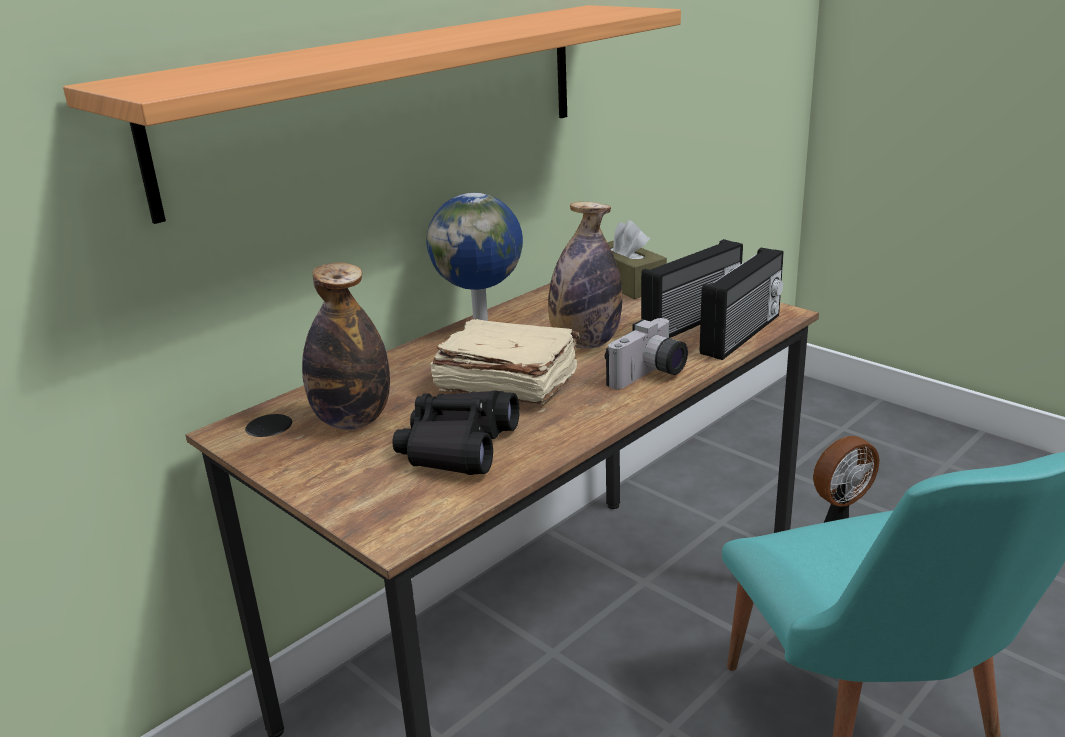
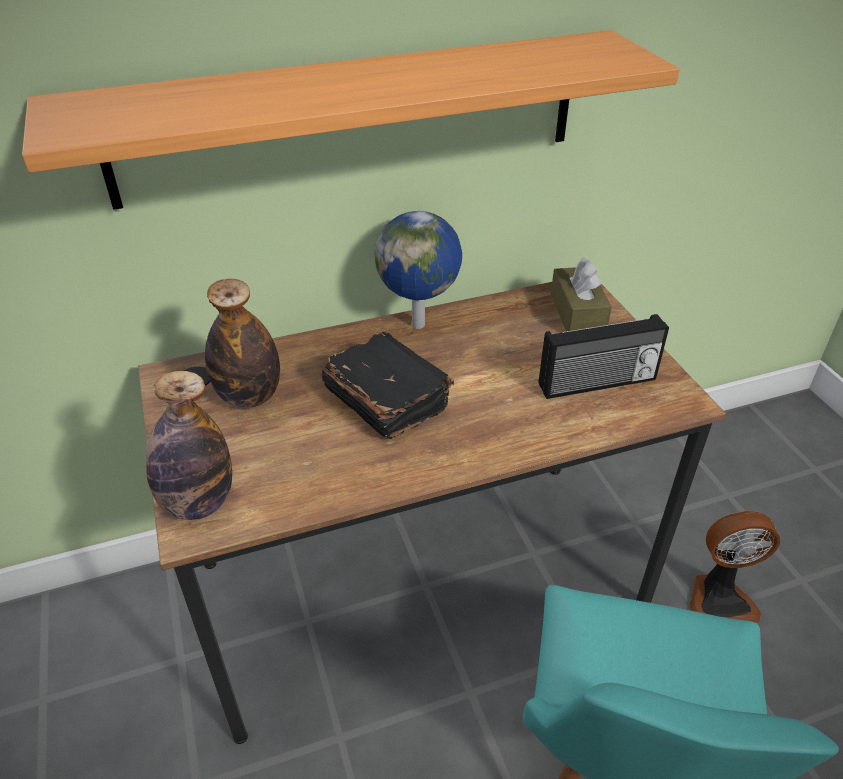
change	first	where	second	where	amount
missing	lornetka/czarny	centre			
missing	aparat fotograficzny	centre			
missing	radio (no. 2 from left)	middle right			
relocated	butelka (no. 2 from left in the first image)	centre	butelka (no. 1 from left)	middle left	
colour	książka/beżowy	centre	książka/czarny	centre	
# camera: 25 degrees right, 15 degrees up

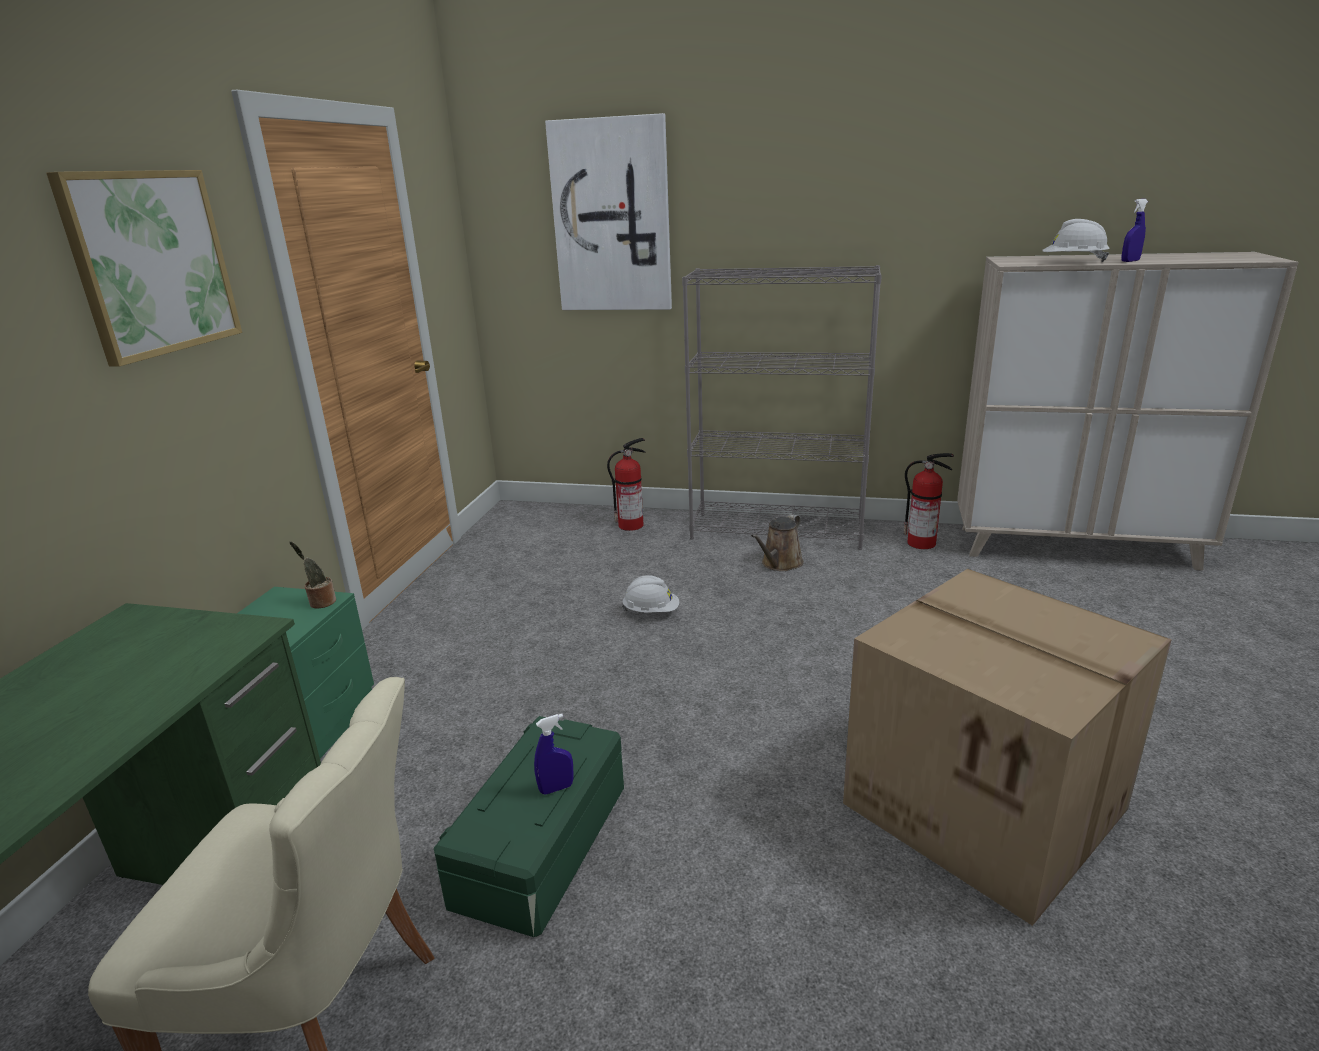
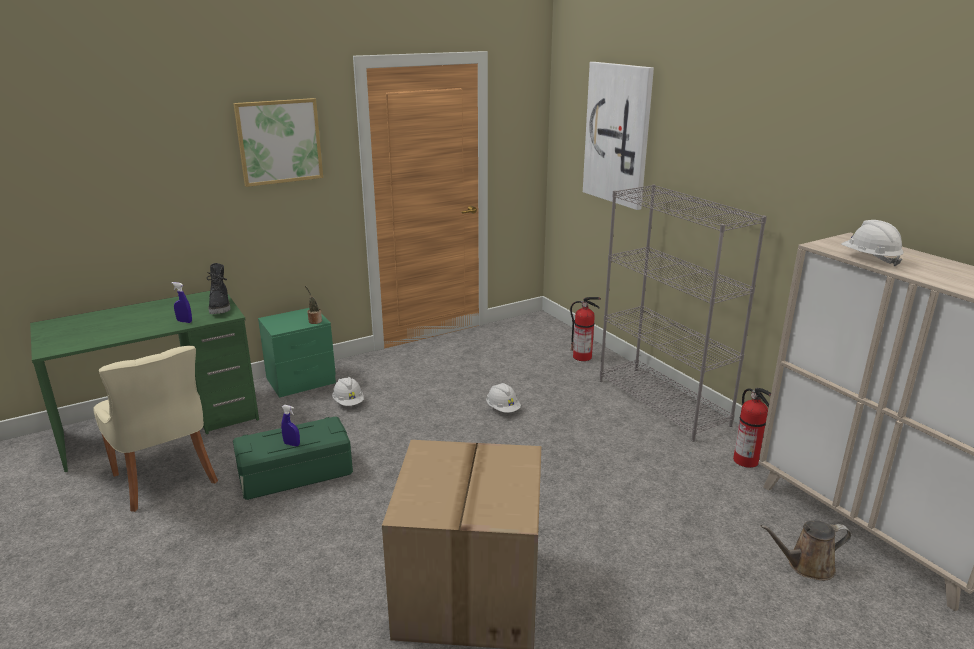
change	first	where	second	where	amount
appeared			but z cholewką/czarny	middle left	
appeared			kask/biały (no. 1 from left)	centre	
relocated	konewka/brązowy	centre		bottom right	
relocated	spryskiwacz/niebieski (no. 2 from left in the first image)	top right	spryskiwacz/niebieski (no. 1 from left)	middle left	
# camera: 45 degrees right, 0 degrees up

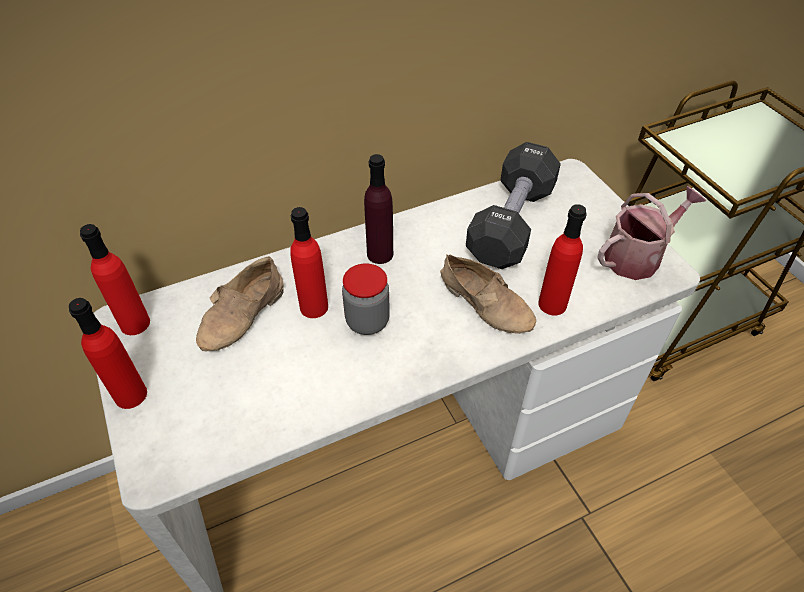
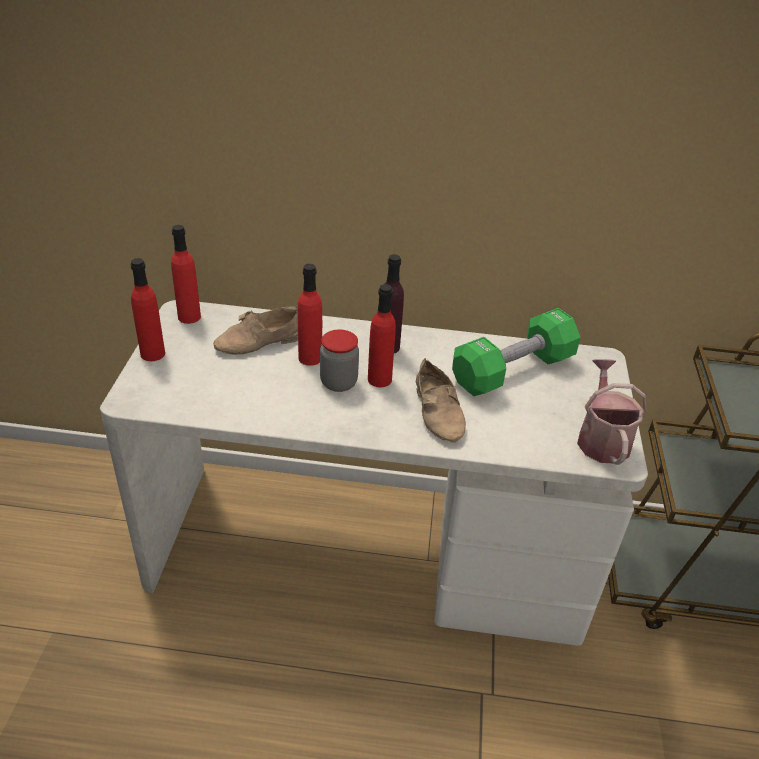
change	first	where	second	where	amount
relocated	butelka/czerwony (no. 4 from left)	middle right		centre	
colour	hantel/czarny	centre	hantel/zielony	middle right	
spun	konewka	middle right		middle right	90 degrees counterclockwise
# camera: 30 degrees right, 10 degrees down

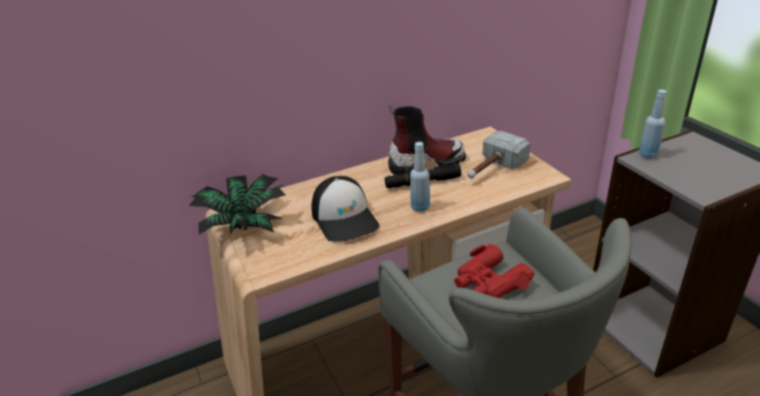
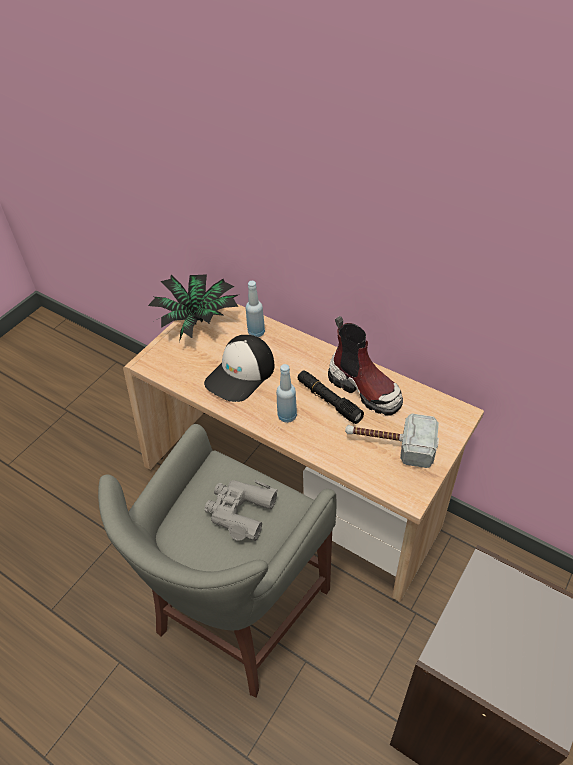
change	first	where	second	where	amount
relocated	butelka/niebieski (no. 2 from left in the first image)	top right	butelka/niebieski (no. 1 from left)	centre	
colour	lornetka/czerwony	bottom centre	lornetka/szary	bottom centre	
# camera: 60 degrees right, 15 degrees up

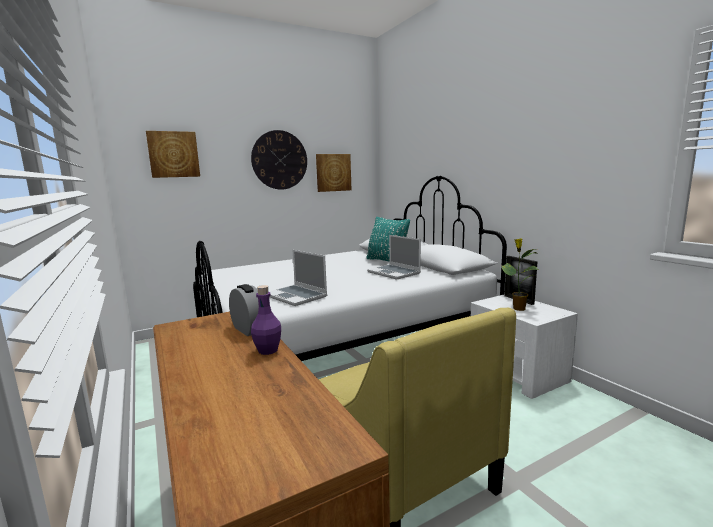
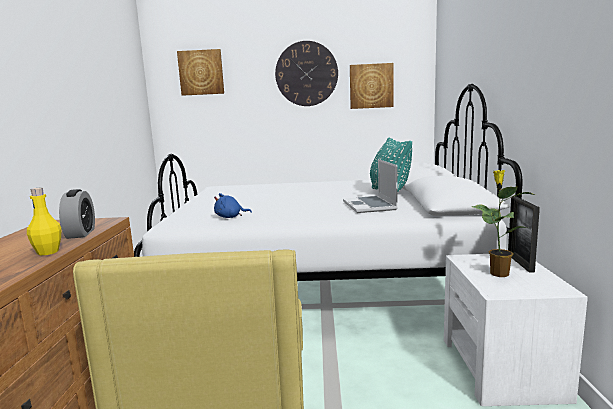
change	first	where	second	where	amount
exchanged	laptop (no. 1 from left)	centre	pluszak/niebieski	centre	
colour	butelka/fioletowy	centre	butelka/żółty	middle left	
# camera: 30 degrees right, 0 degrees up

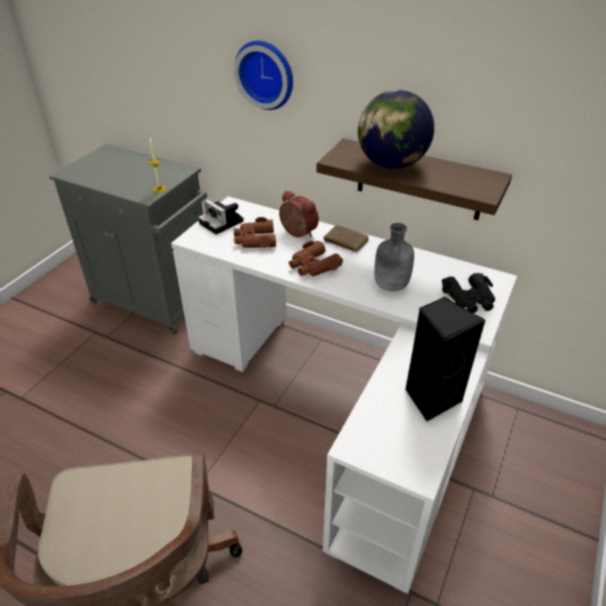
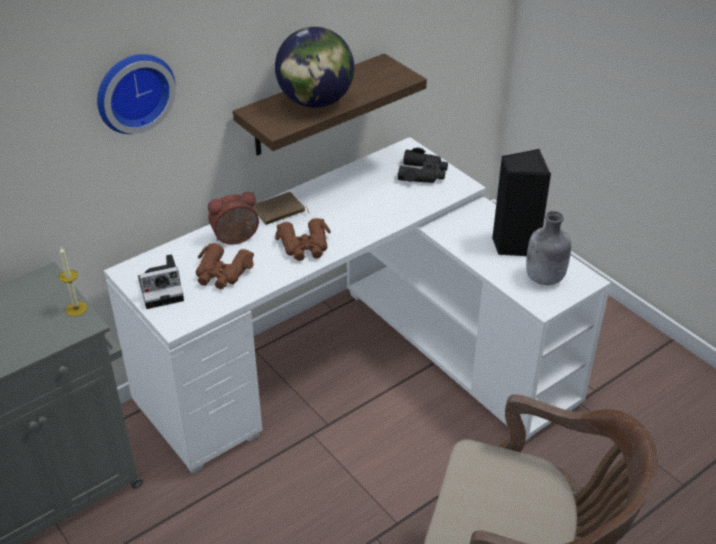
change	first	where	second	where	amount
relocated	butelka/szary	centre		middle right	
# camera: 65 degrees left, 0 degrees up

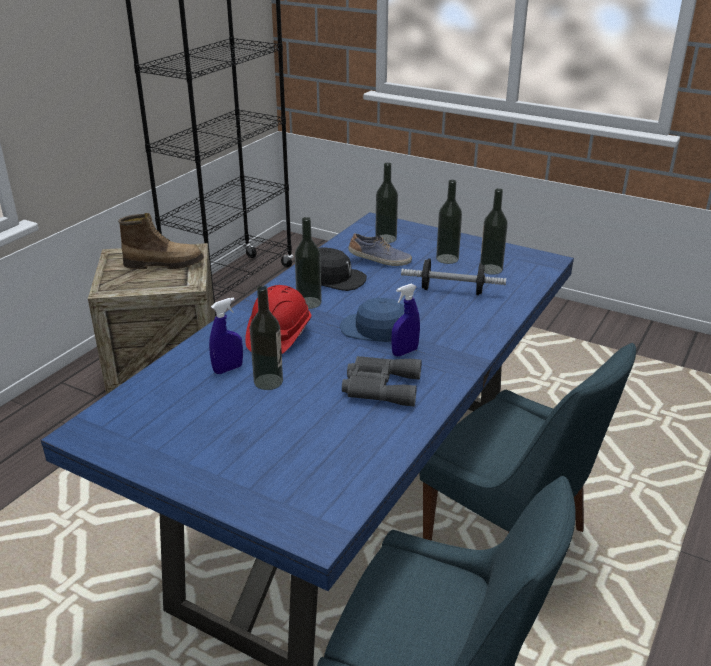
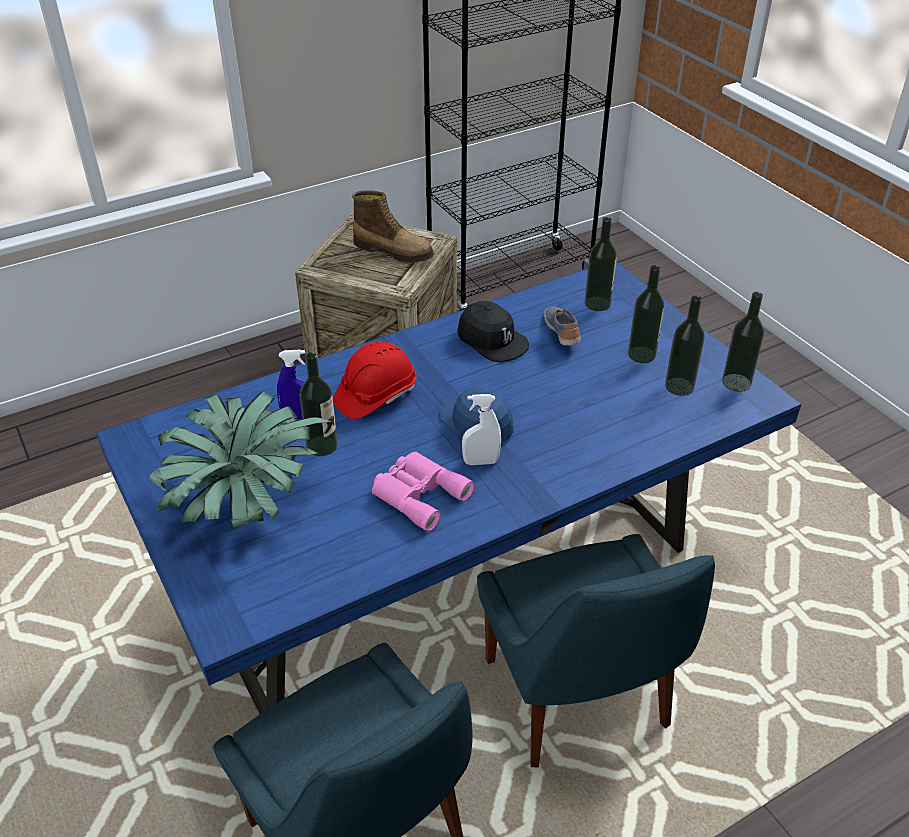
change	first	where	second	where	amount
missing	hantel	centre			
appeared			roślina doniczkowa	middle left	
relocated	butelka (no. 2 from left in the first image)	centre	butelka (no. 5 from left)	middle right	
colour	lornetka/szary	centre	lornetka/różowy	centre	
colour	spryskiwacz/niebieski (no. 2 from left)	centre	spryskiwacz/biały	centre	
spun	but	centre		centre	135 degrees counterclockwise
# camera: 30 degrees right, 10 degrees up

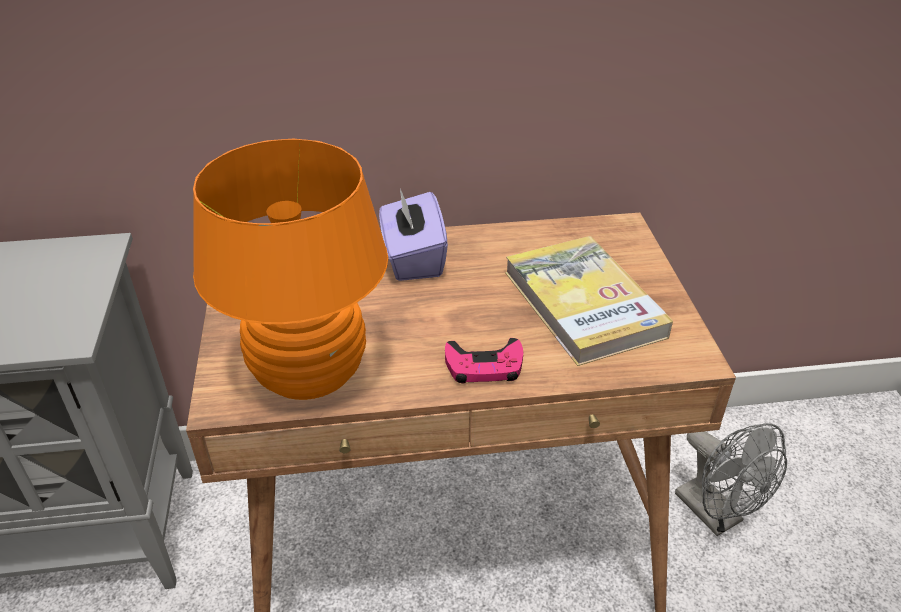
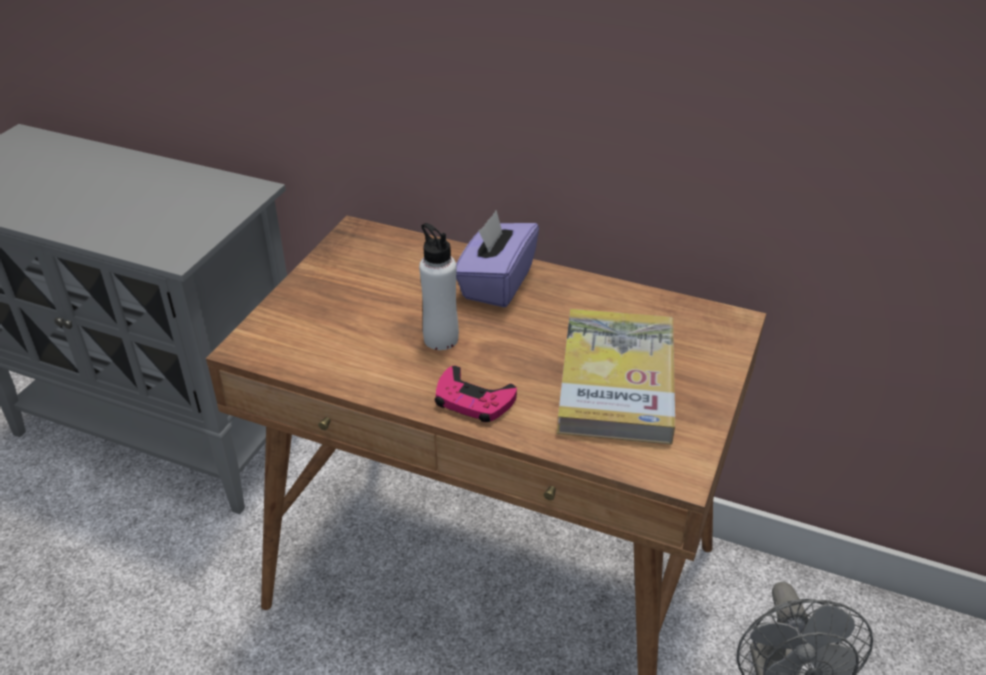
change	first	where	second	where	amount
missing	lampa stołowa/pomarańczowy	middle left			
appeared			butelka/biały	centre	
# camera: 30 degrees right, 0 degrees up

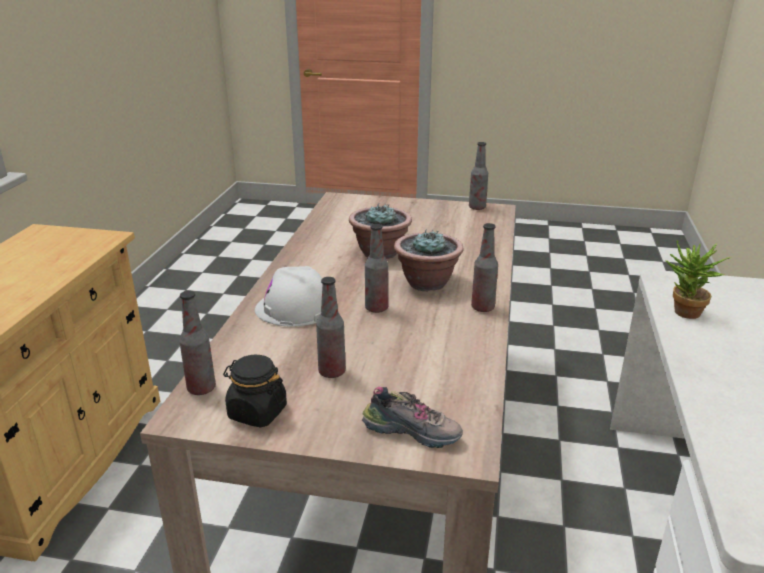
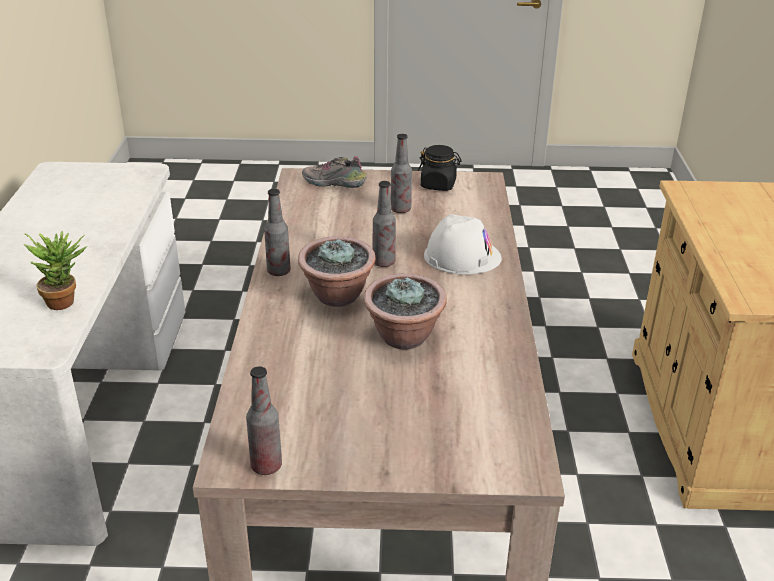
change	first	where	second	where	amount
missing	butelka (no. 1 from left)	middle left			
# camera: 170 degrees right, 5 degrees up

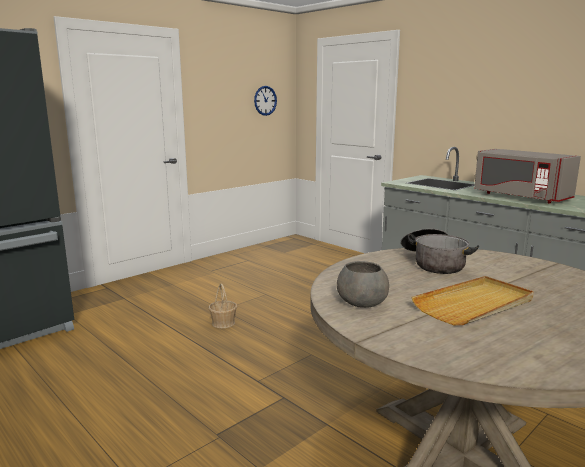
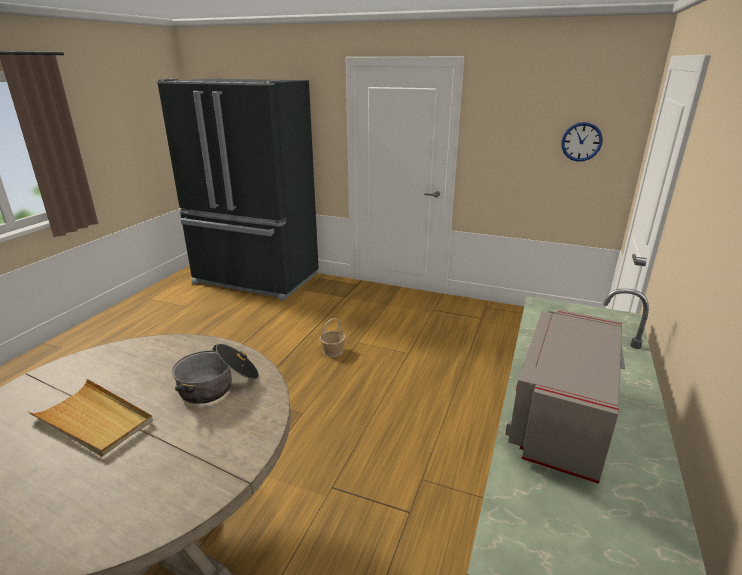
change	first	where	second	where	amount
missing	miska/szary	centre			
# camera: 65 degrees right, 10 degrees up

